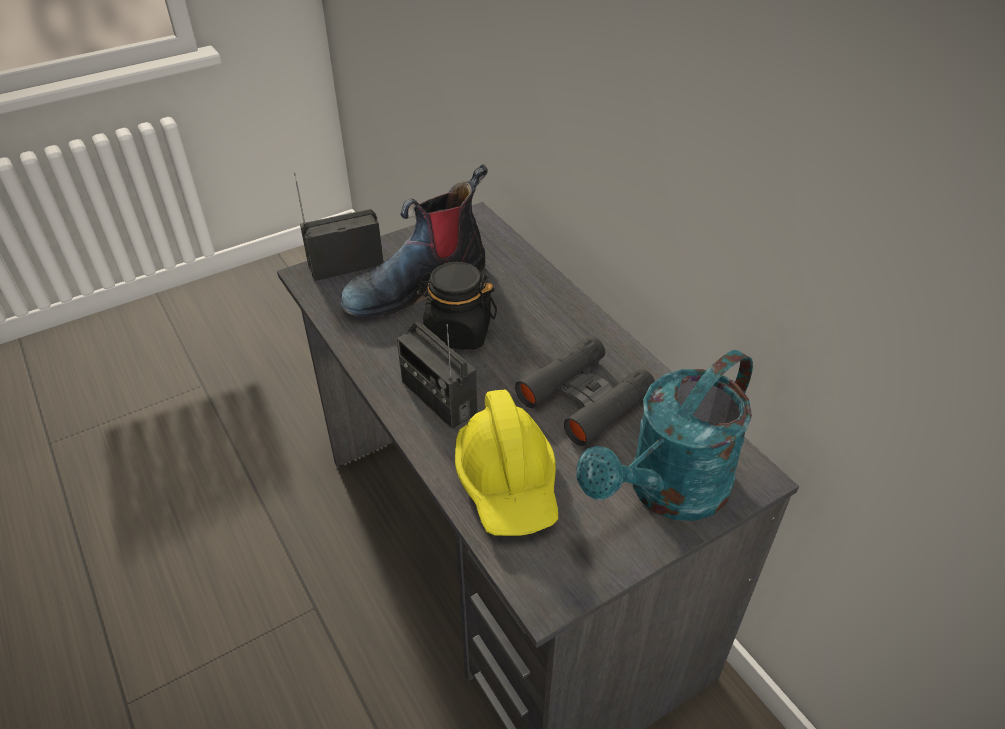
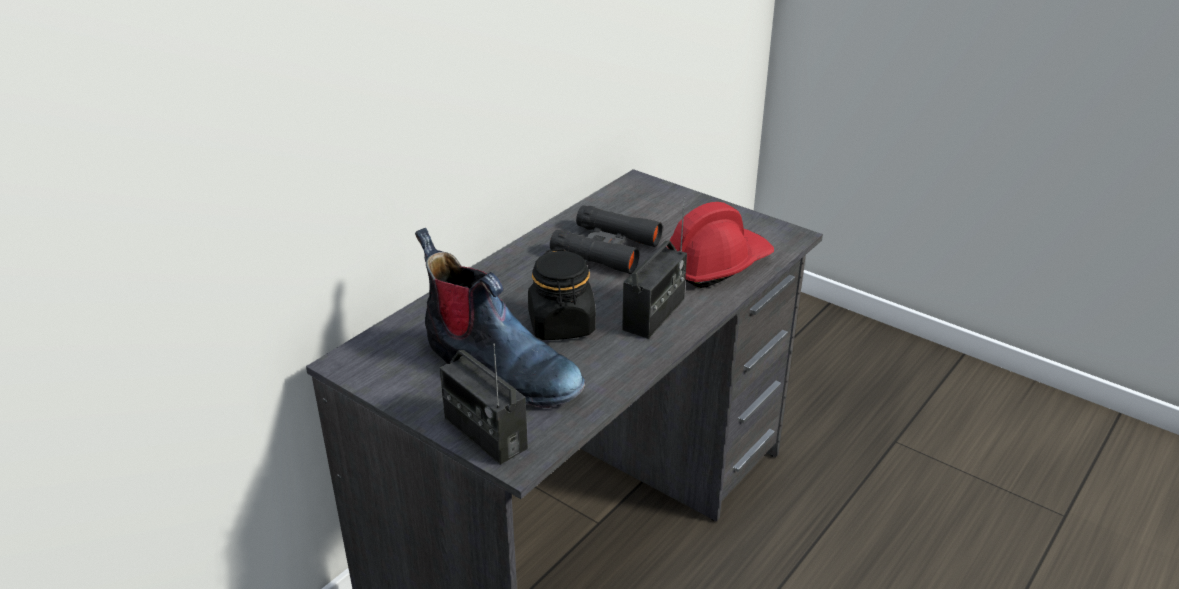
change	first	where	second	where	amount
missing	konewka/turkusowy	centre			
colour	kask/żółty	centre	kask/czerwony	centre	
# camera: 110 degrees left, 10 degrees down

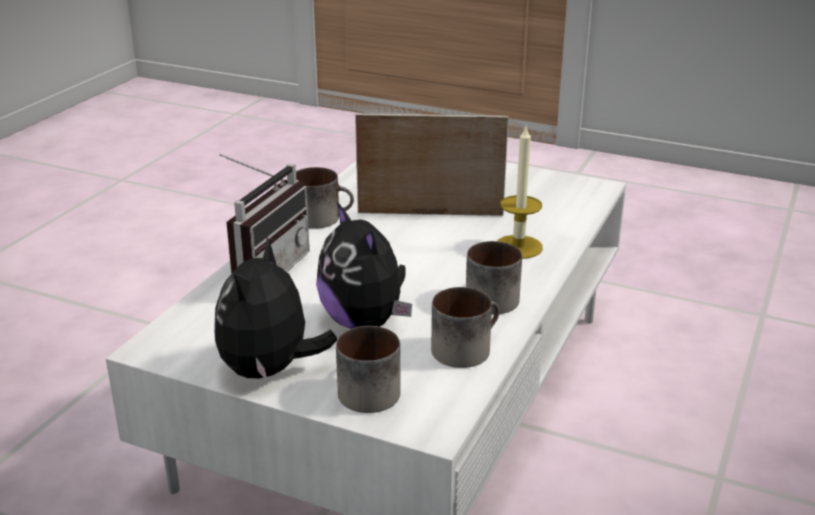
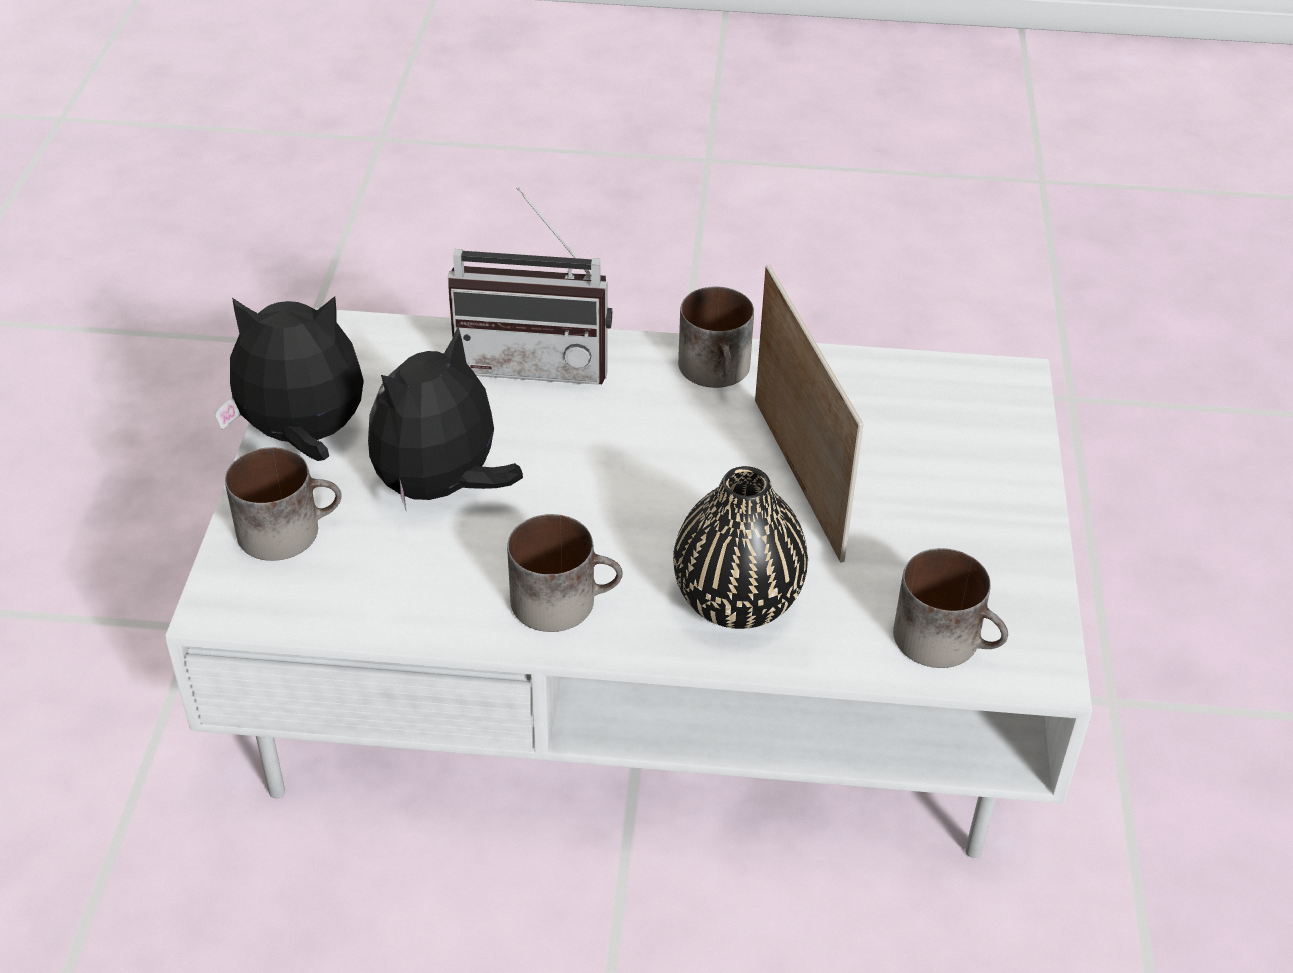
change	first	where	second	where	amount
relocated	kubek (no. 3 from left in the first image)	centre	kubek (no. 4 from left)	middle right	
exchanged	świeca	centre	wazon/czarny	centre	
# camera: 70 degrees right, 15 degrees up

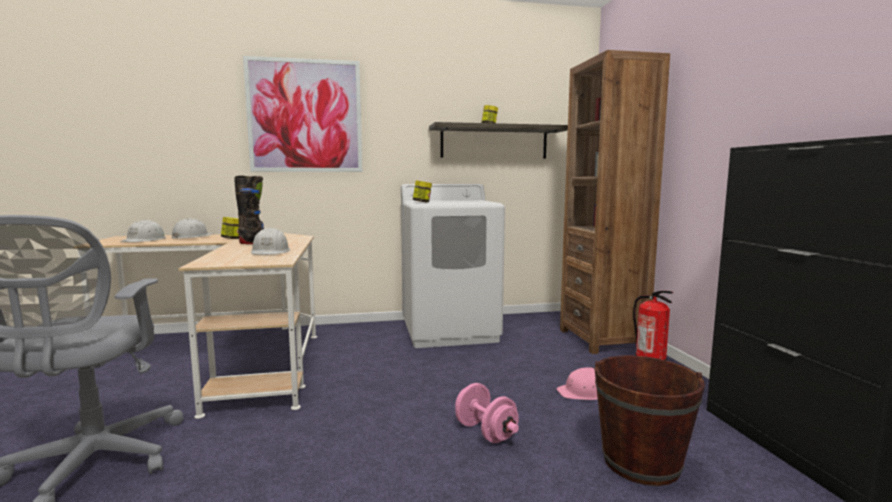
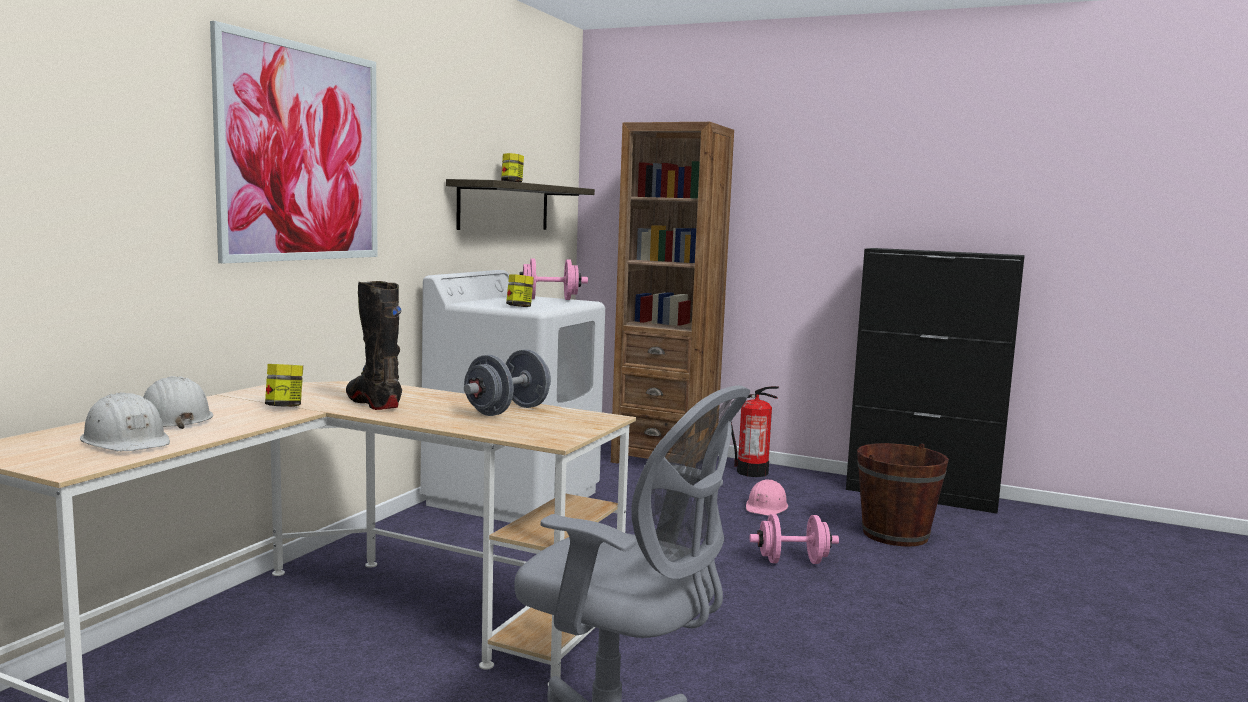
change	first	where	second	where	amount
appeared			hantel/różowy (no. 1 from left)	centre	
exchanged	kask/biały (no. 3 from left)	middle left	hantel/szary	centre	
# camera: 55 degrees left, 0 degrees up

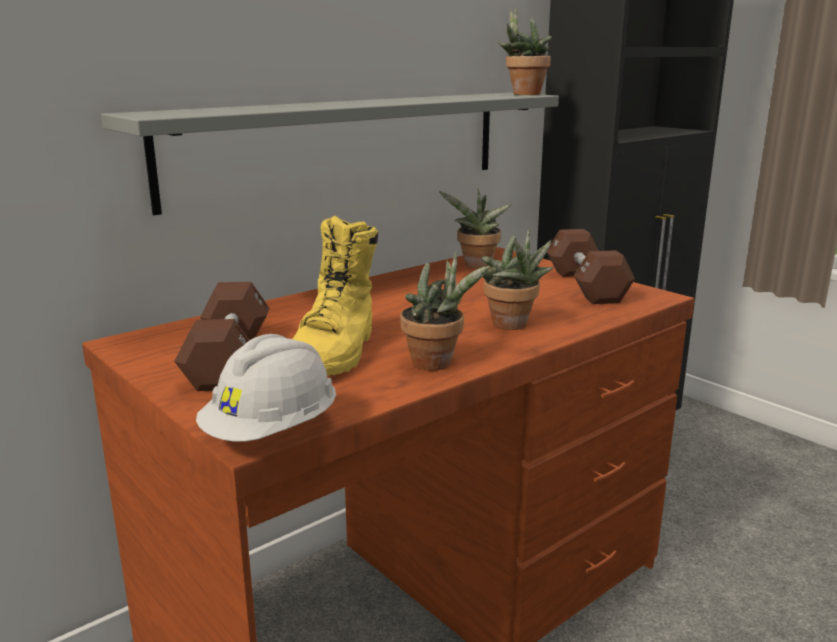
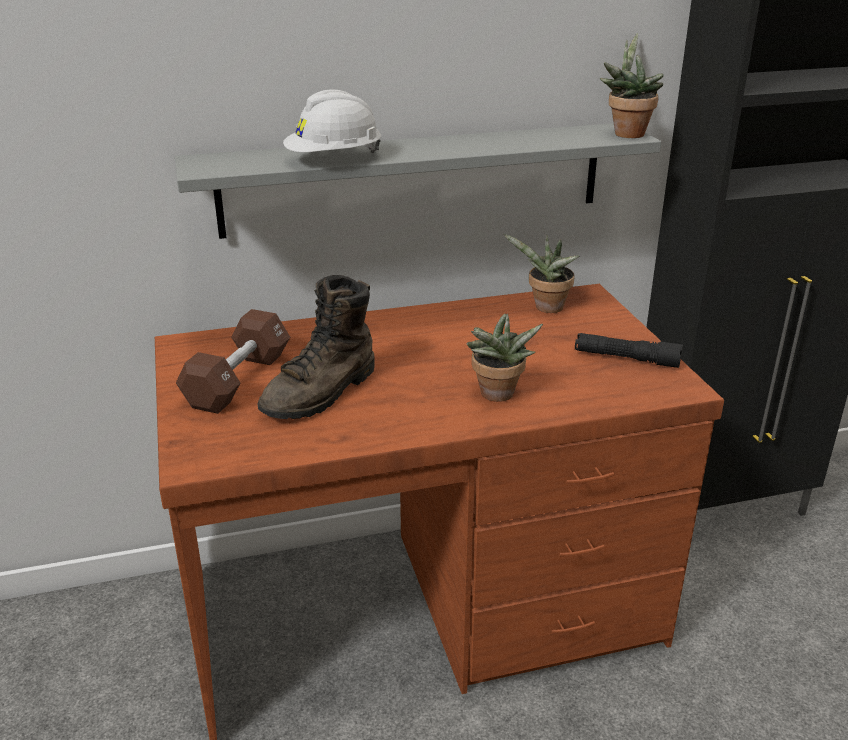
change	first	where	second	where	amount
missing	roślina doniczkowa (no. 1 from left)	centre			
relocated	kask/biały	middle left		top centre	
exchanged	hantel/brązowy (no. 2 from left)	middle right	latarka/czarny	middle right	
colour	but z cholewką/żółty	centre	but z cholewką/brązowy	centre	
# camera: 25 degrees right, 10 degrees up

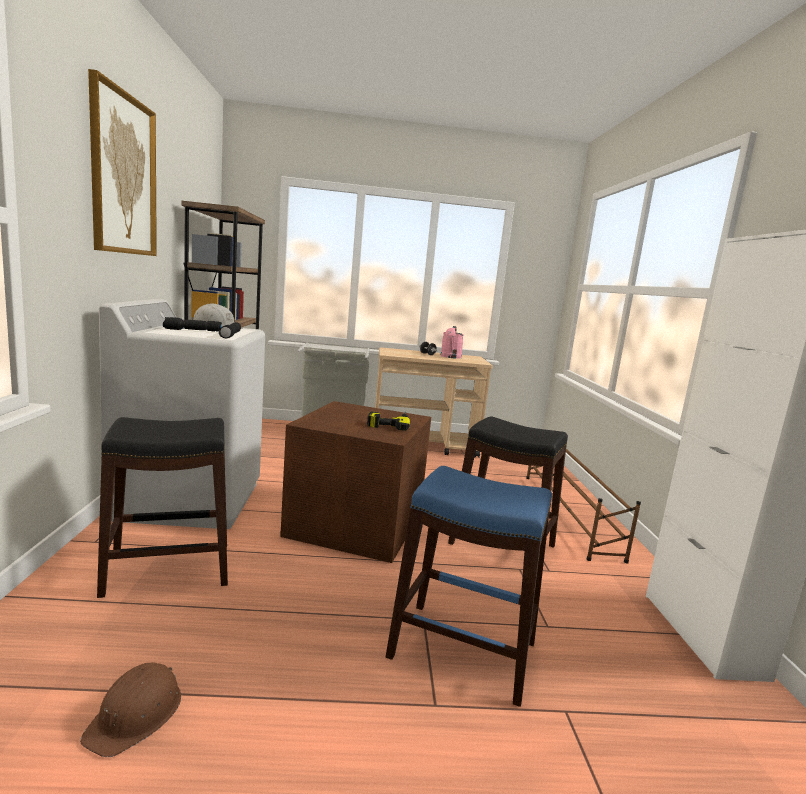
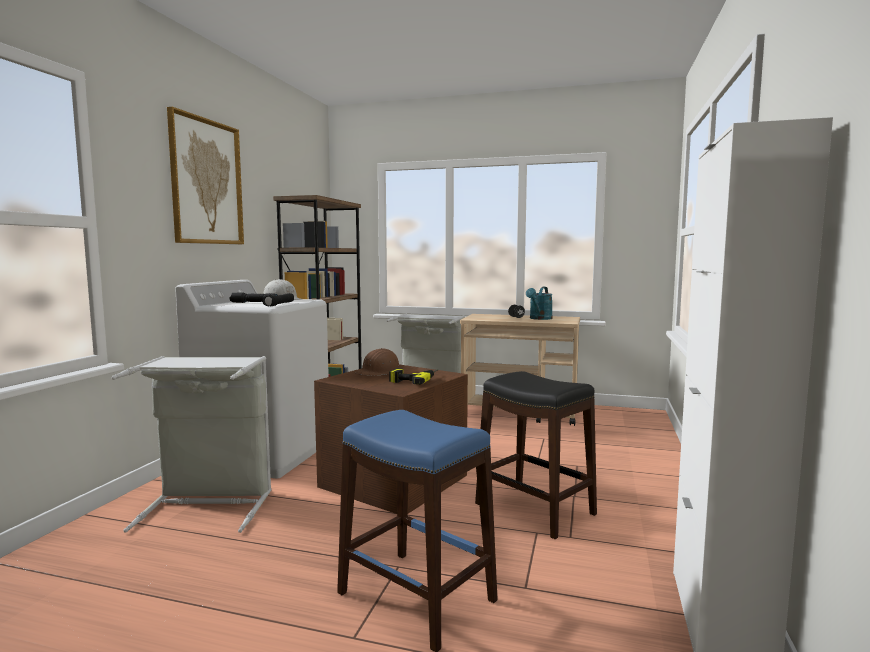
change	first	where	second	where	amount
missing	regał na buty/brązowy	middle right			
relocated	kask/brązowy	bottom left		centre	
exchanged	stołek/czarny (no. 1 from left)	middle left	kosz na pranie/szary (no. 1 from left)	bottom left	
colour	konewka/różowy	centre	konewka/turkusowy	centre	
# camera: 20 degrees right, 5 degrees down

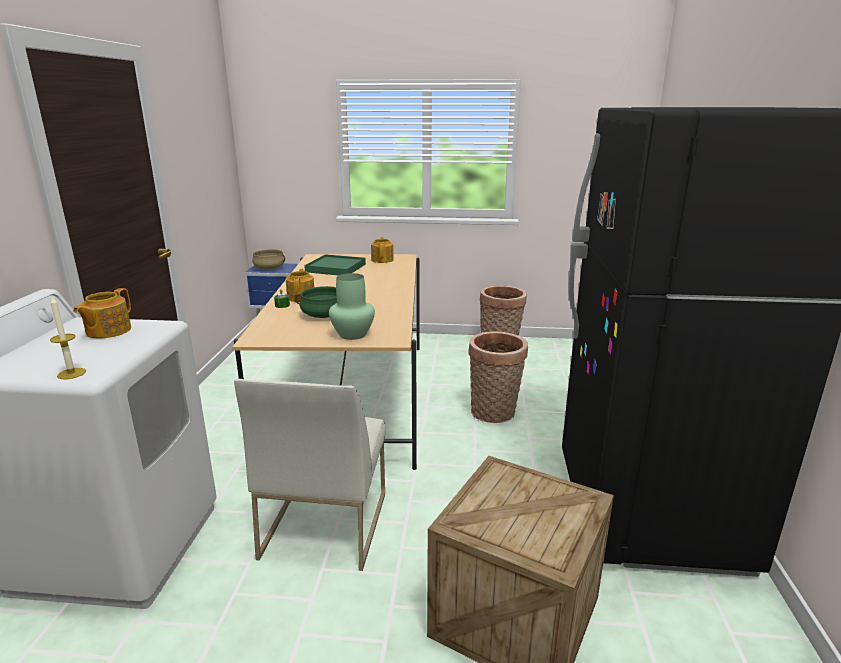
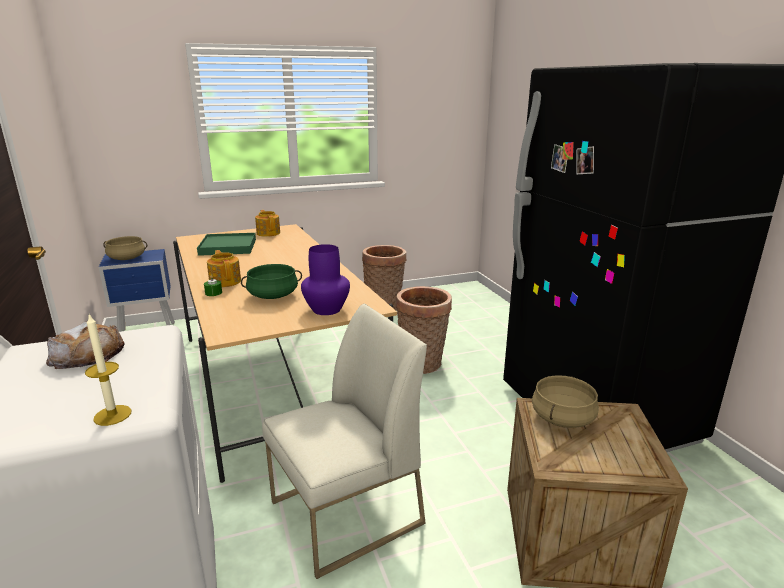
change	first	where	second	where	amount
appeared			garnek/beżowy (no. 2 from left)	bottom right	
exchanged	imbryk (no. 1 from left)	middle left	chleb	middle left	
colour	wazon/zielony	centre	wazon/fioletowy	centre	
spun	krzesło/biały	bottom centre		bottom centre	105 degrees counterclockwise
# camera: 25 degrees left, 0 degrees up

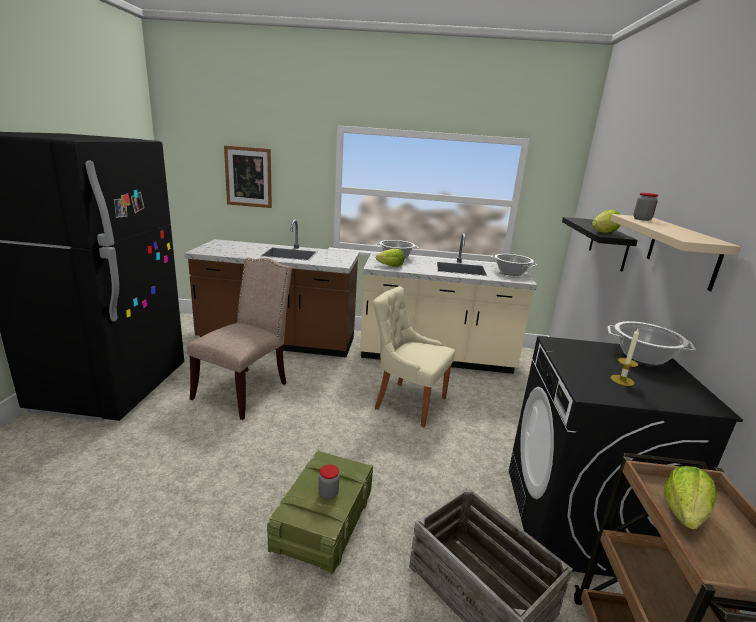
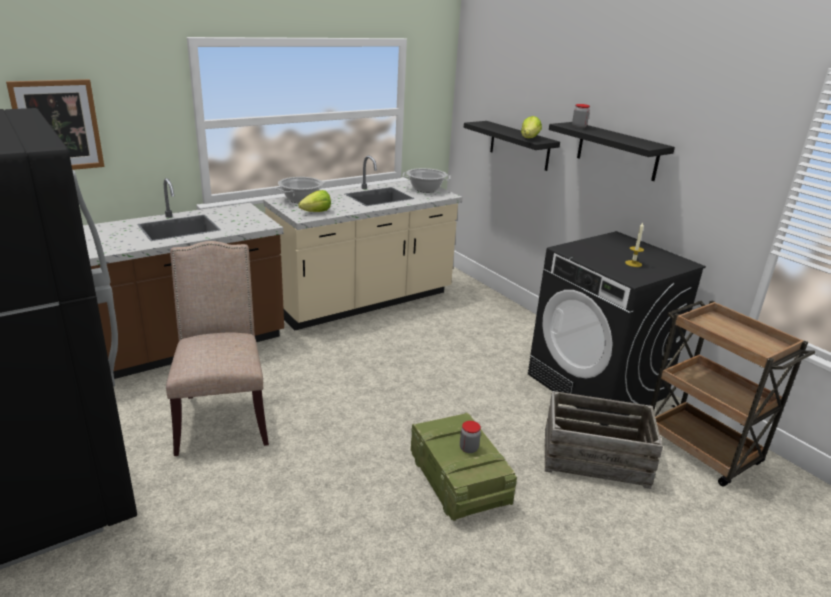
change	first	where	second	where	amount
missing	krzesło/beżowy (no. 2 from left)	centre			
missing	garnek (no. 3 from left)	middle right			
missing	sałata (no. 3 from left)	bottom right			
colour	półka/beżowy	middle right	półka/czarny (no. 2 from left)	top right	
# camera: 40 degrees left, 5 degrees up

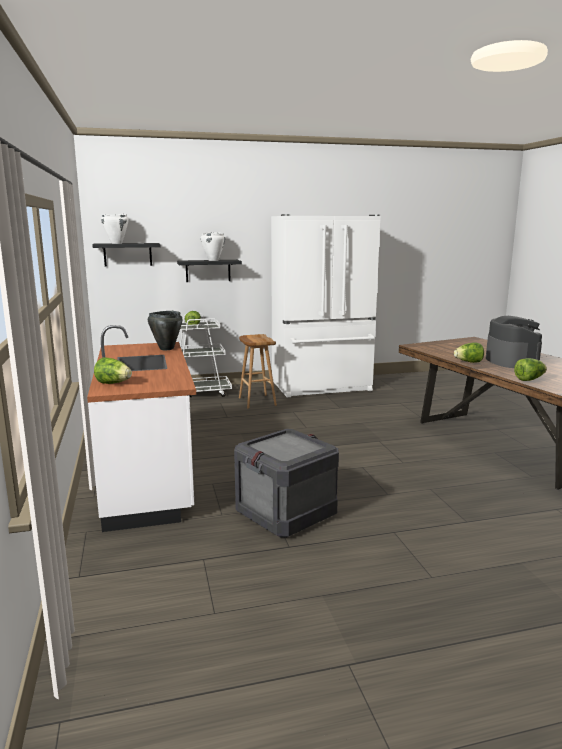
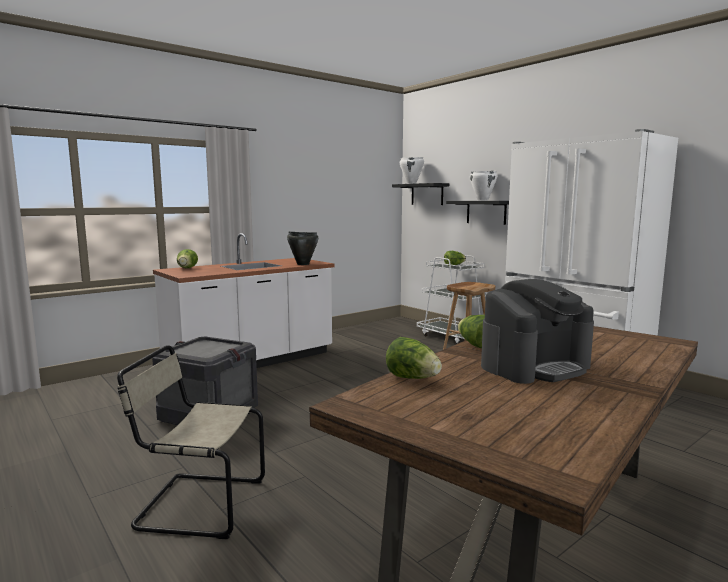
change	first	where	second	where	amount
appeared			krzesło/beżowy	bottom left	
# camera: 65 degrees right, 5 degrees down

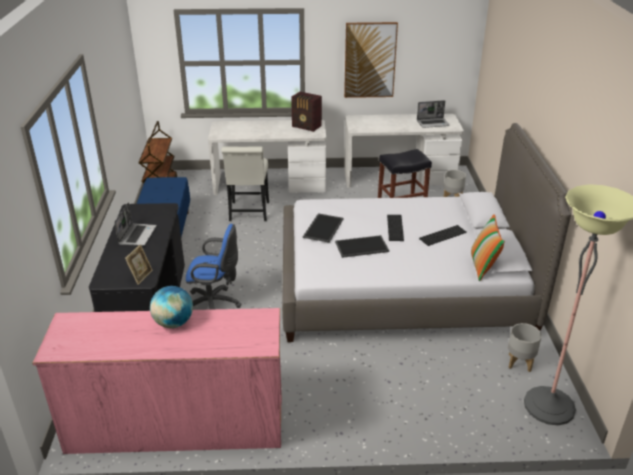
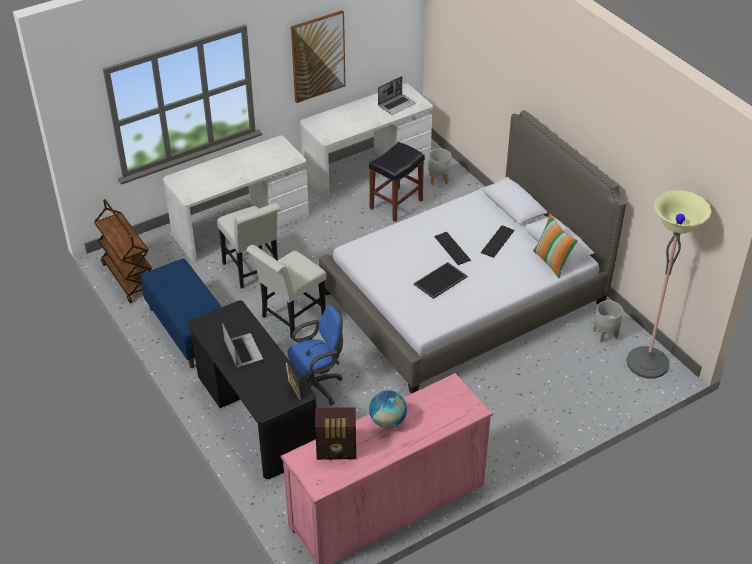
change	first	where	second	where	amount
missing	taca (no. 1 from left)	centre			
appeared			krzesło/biały (no. 2 from left)	centre	
relocated	radio	top centre		bottom centre	
# camera: 30 degrees left, 10 degrees up

